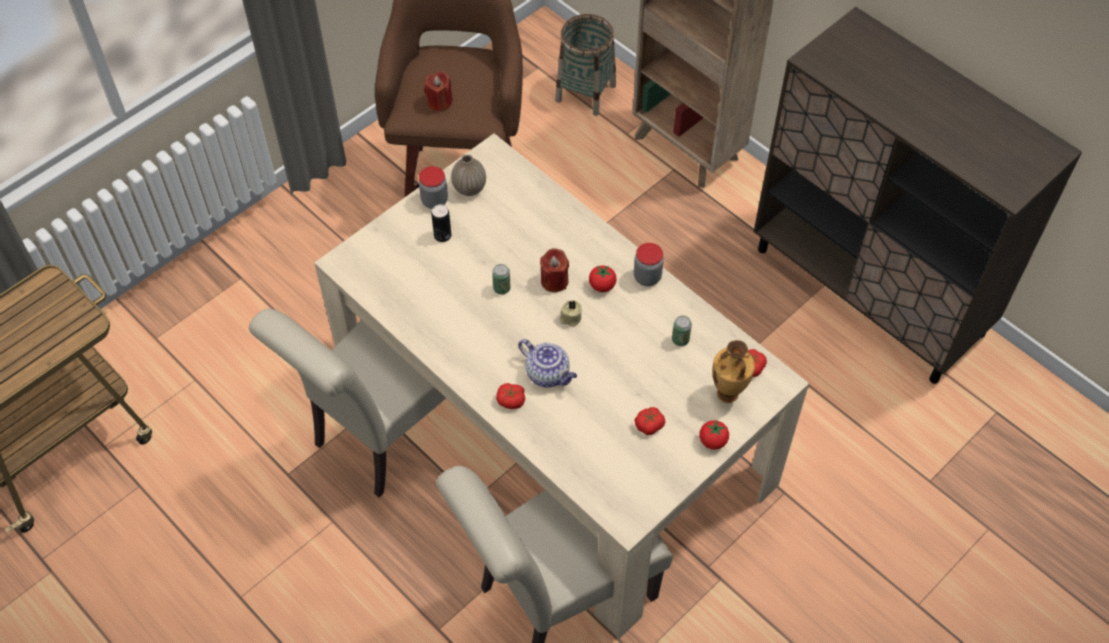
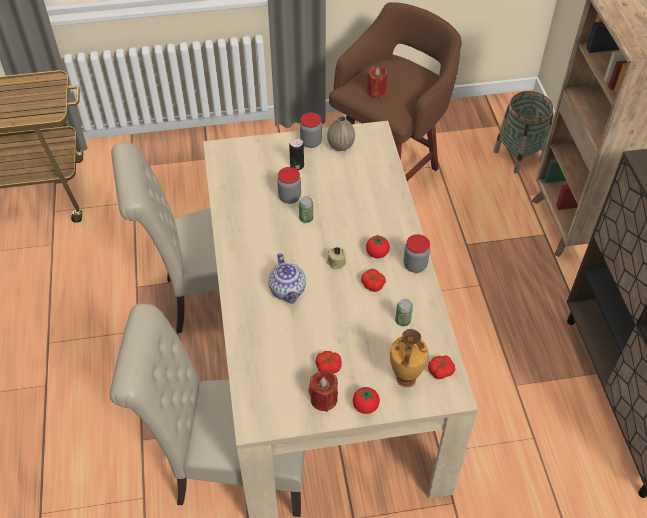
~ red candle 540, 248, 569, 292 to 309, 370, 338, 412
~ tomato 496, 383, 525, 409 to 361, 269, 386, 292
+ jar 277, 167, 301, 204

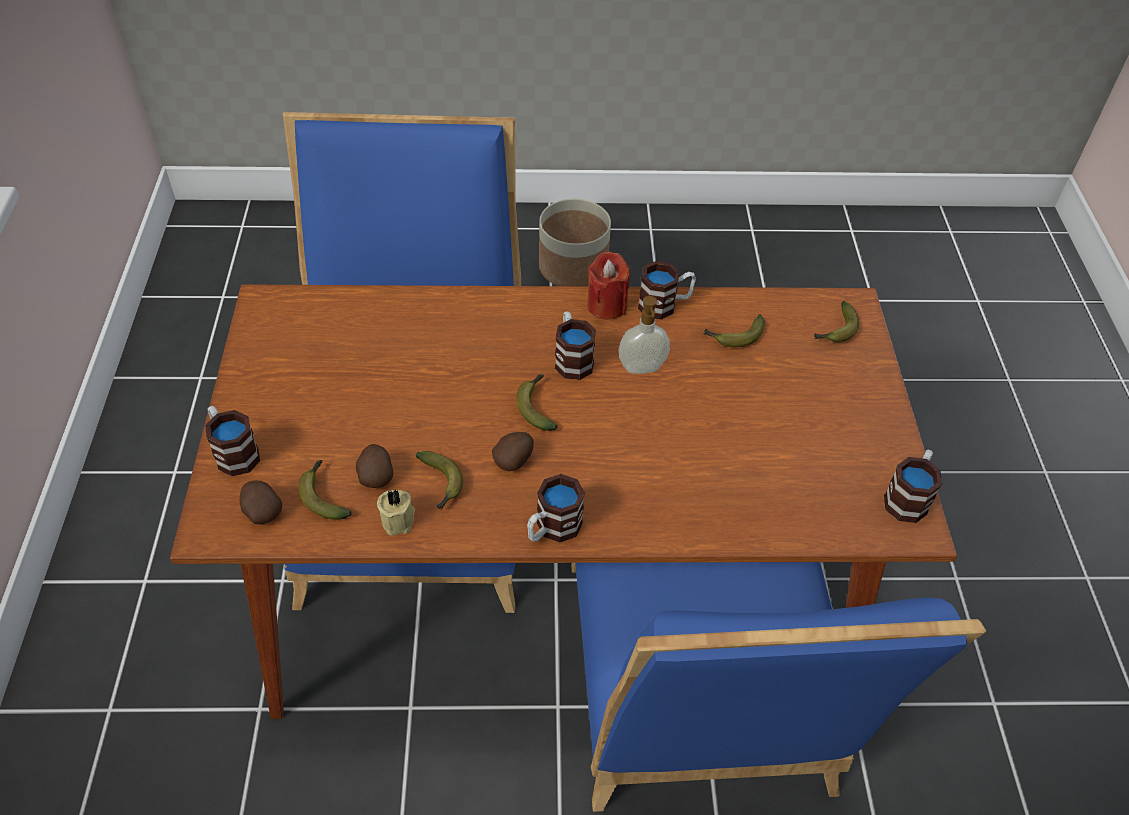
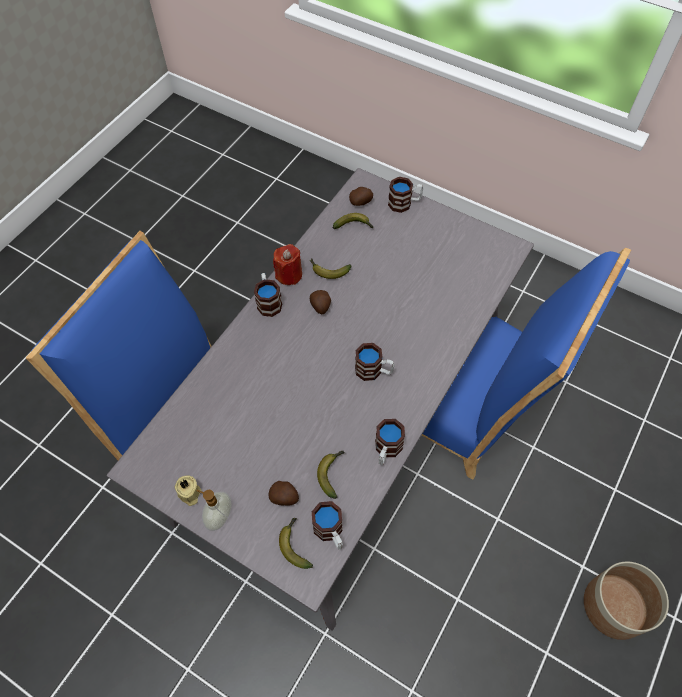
~ red candle 587, 251, 630, 320 to 273, 244, 302, 285
~ brown dining table 170, 284, 957, 719 to grey dining table 107, 168, 534, 631
~ soap dispenser 619, 296, 670, 374 to 196, 490, 232, 531
- banana 516, 375, 557, 431
~ potato 356, 444, 393, 488 to 269, 481, 299, 506
~ mug 884, 450, 942, 523 to 312, 501, 343, 549
~ beige candle 377, 489, 415, 536 to 175, 475, 201, 506

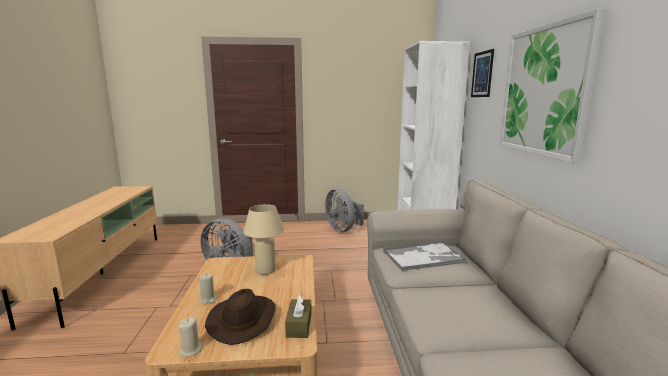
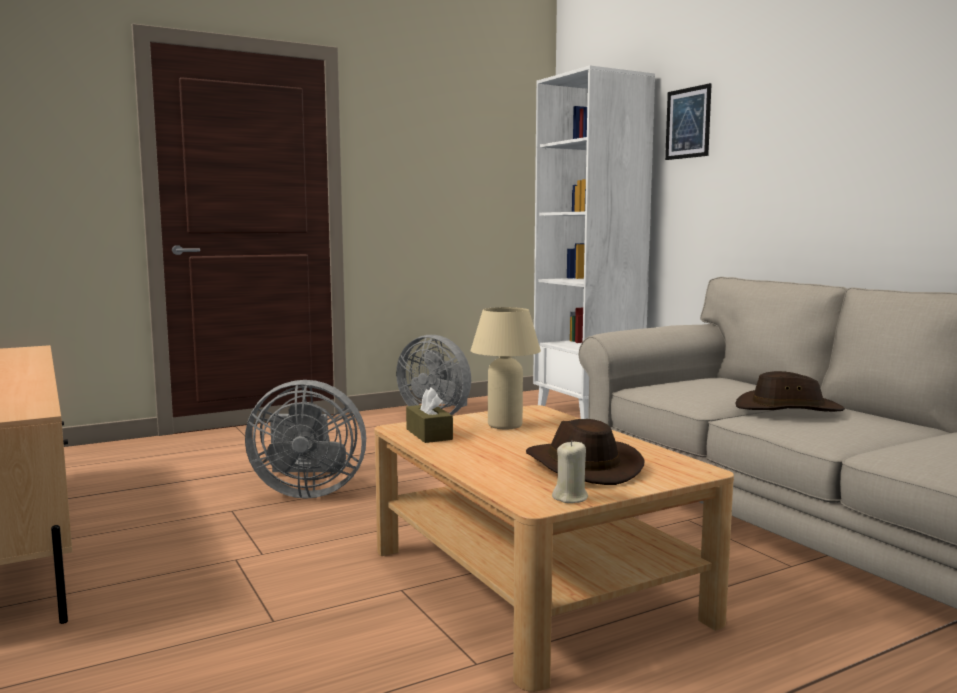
- picture 499, 8, 606, 163
- tray 383, 242, 467, 271
- beige candle 199, 273, 217, 304
~ brown tissue box 285, 294, 312, 338 to 406, 387, 453, 443
+ brown hat 735, 371, 845, 412

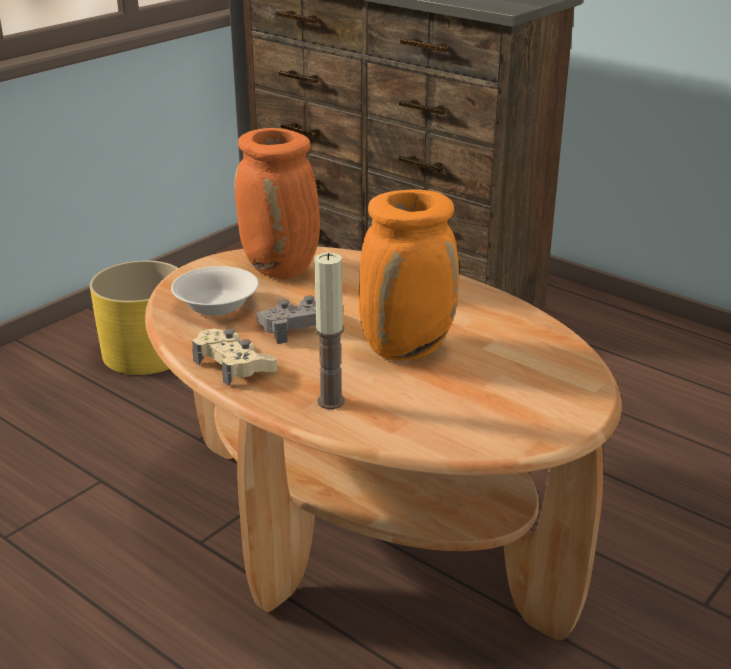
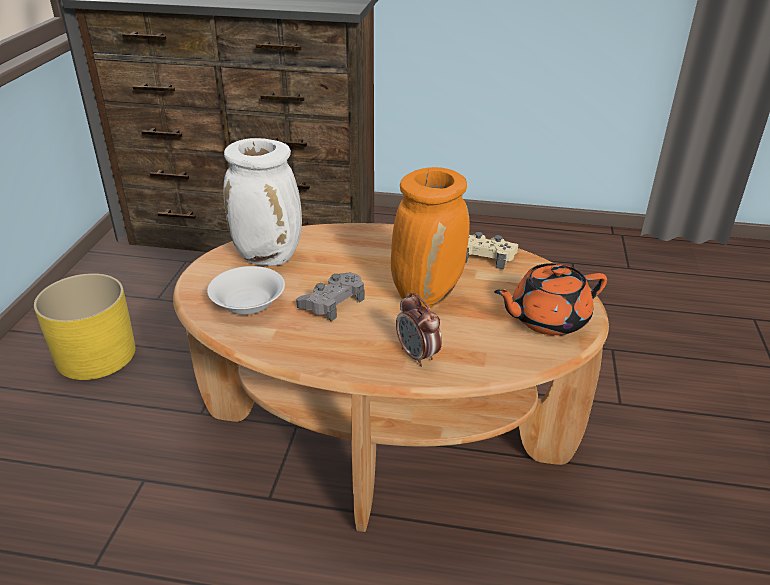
~ orange vase 234, 128, 320, 279 to white vase 223, 138, 302, 266
~ candle 314, 253, 345, 409 to alarm clock 396, 293, 442, 367
~ beige game controller 192, 328, 277, 386 to 465, 232, 518, 269
+ orange teapot 494, 263, 607, 336

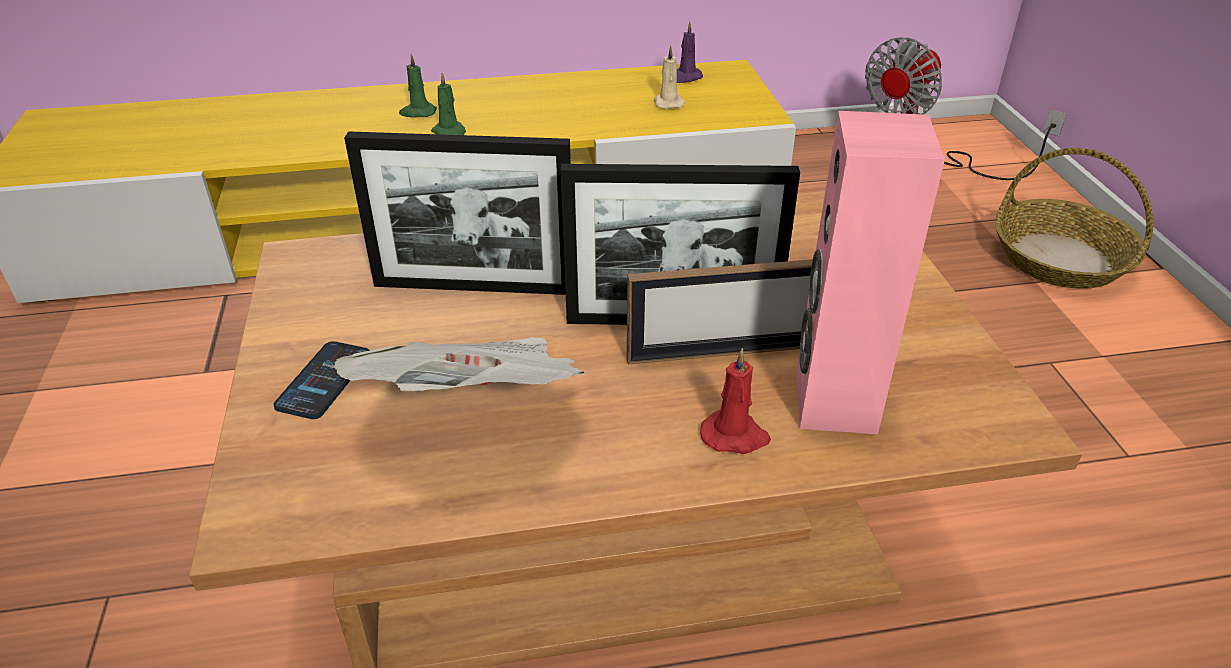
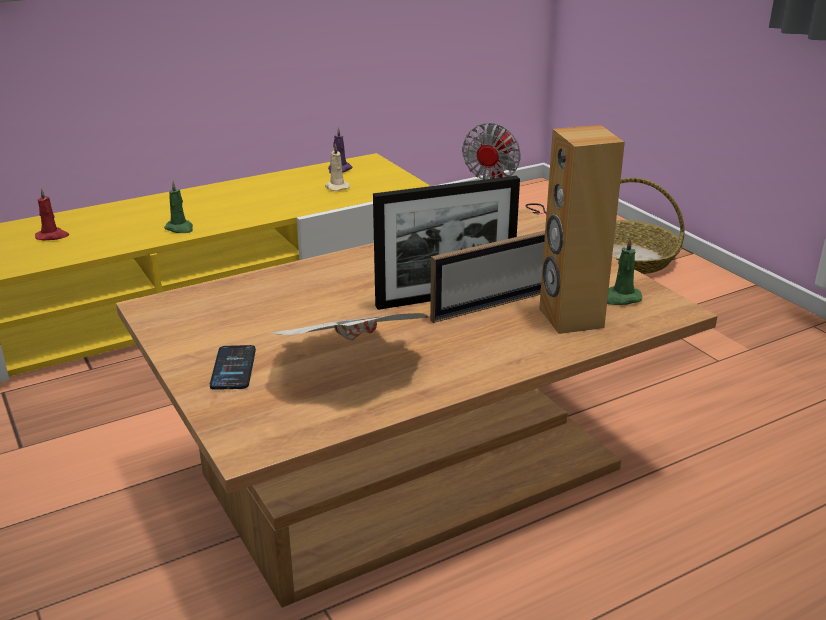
~ green candle 399, 54, 437, 118 to 607, 237, 642, 305
~ pink speaker 796, 111, 945, 434 to brown speaker 539, 125, 625, 334
- picture frame 344, 131, 571, 295
~ red candle 701, 348, 771, 454 to 35, 188, 69, 241

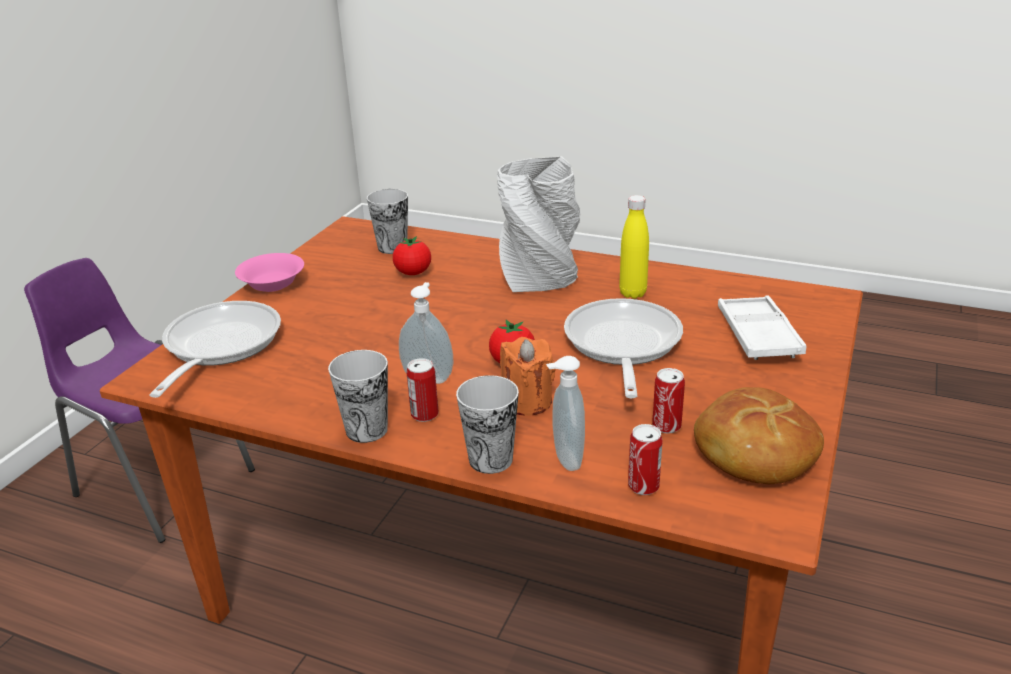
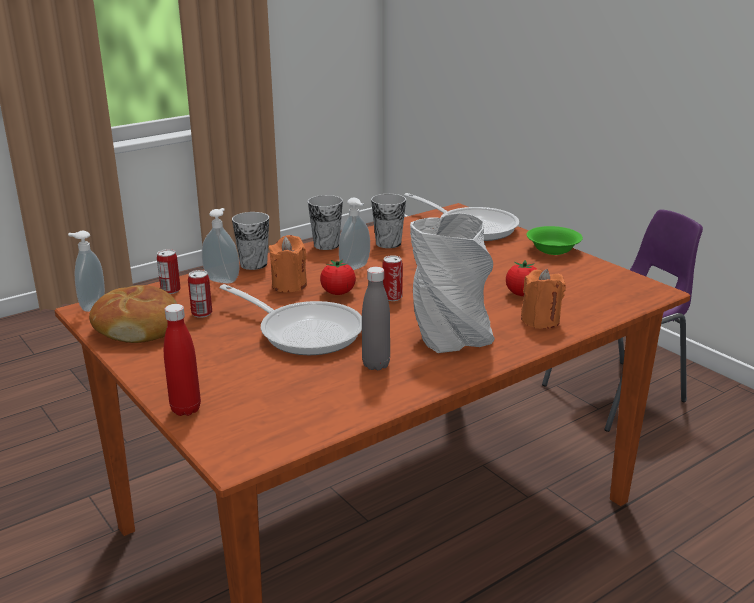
~ cup 367, 189, 408, 254 to 371, 194, 406, 248
~ yellow bottle 619, 195, 649, 299 to grey bottle 362, 267, 390, 370
~ pink bowl 235, 253, 304, 292 to green bowl 527, 226, 583, 255
- white tray 718, 295, 806, 360
~ can 406, 358, 439, 422 to 382, 256, 403, 301
+ soap dispenser 68, 231, 105, 312
+ orange candle 521, 269, 566, 329
+ red bottle 164, 304, 201, 416

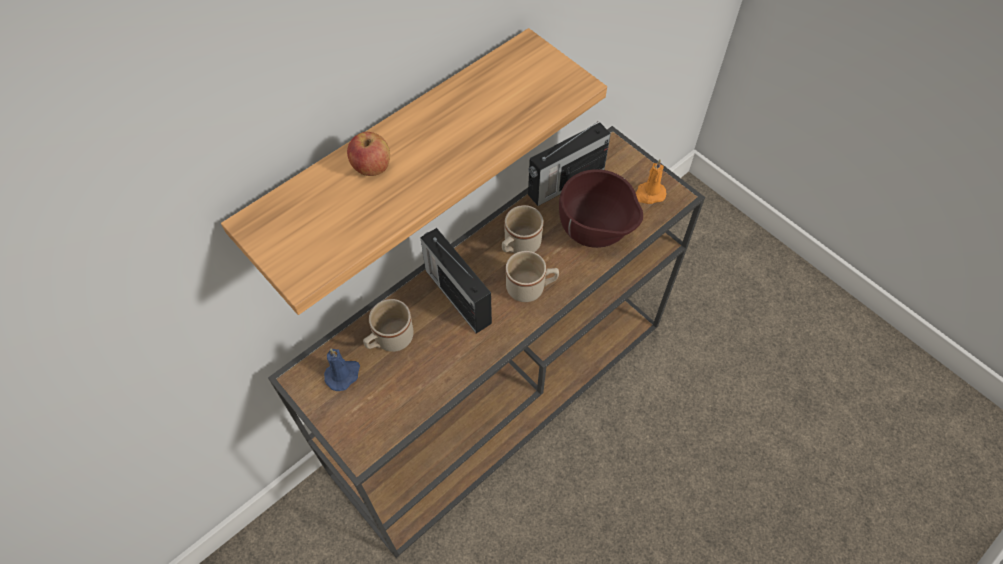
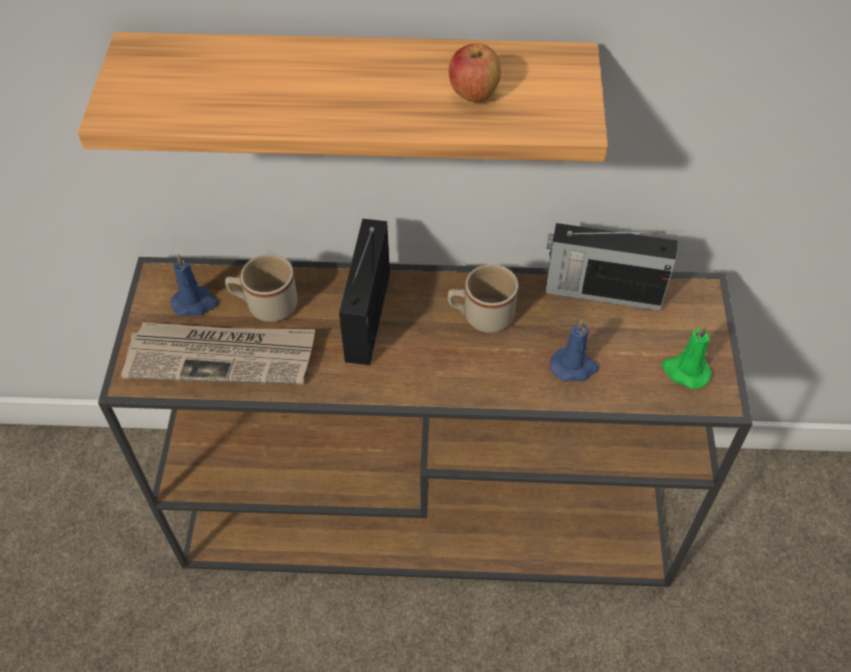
~ apple 347, 132, 390, 176 to 449, 44, 501, 102
~ orange candle 636, 159, 666, 204 to green candle 662, 325, 712, 389
~ brown bowl 559, 169, 643, 248 to blue candle 550, 320, 599, 381
- beige mug 506, 251, 559, 302
+ newspaper 121, 322, 315, 385

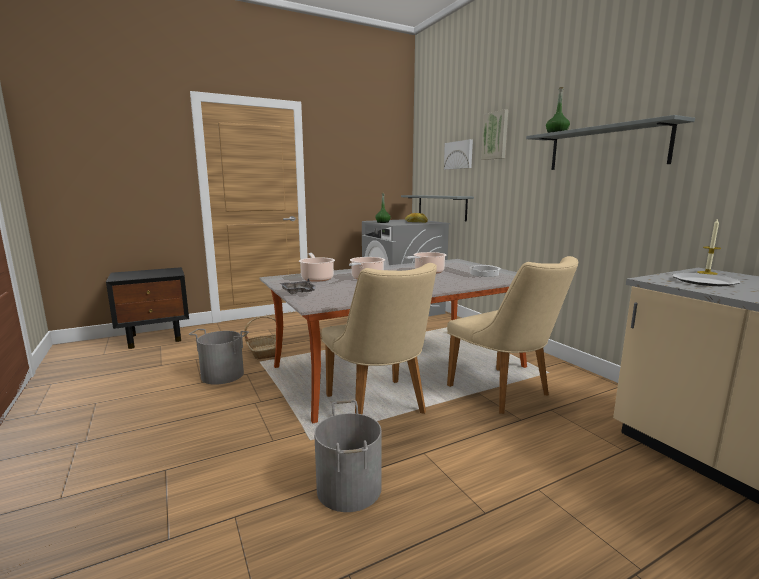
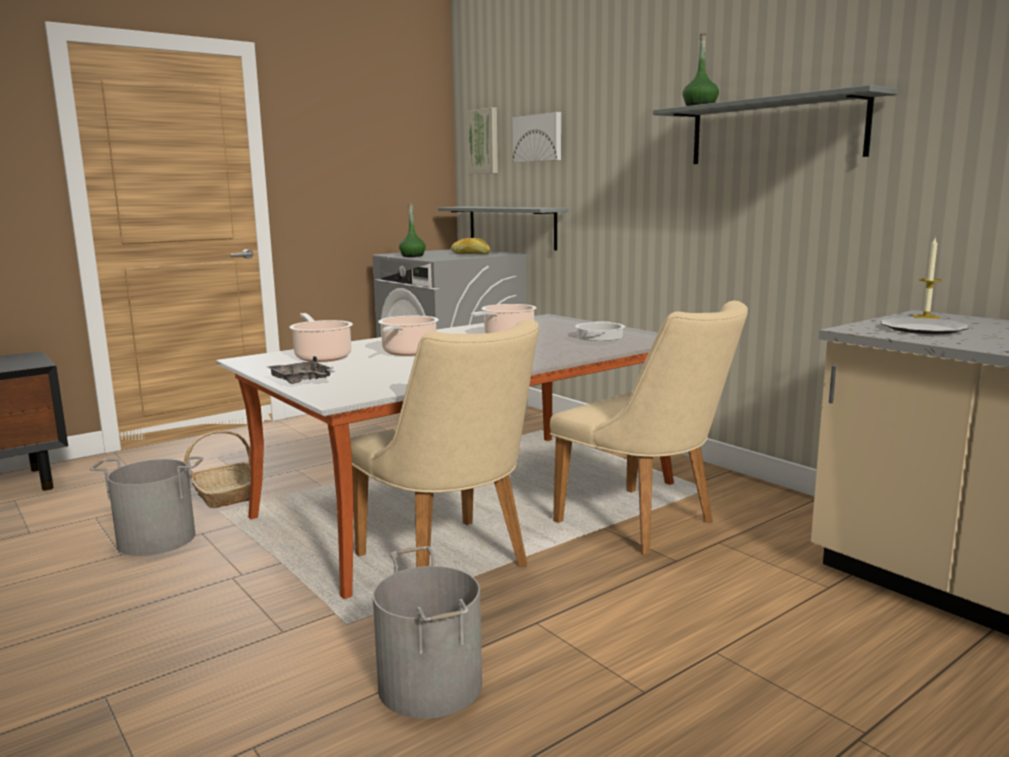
~ picture 481, 109, 508, 160 to 467, 107, 498, 174

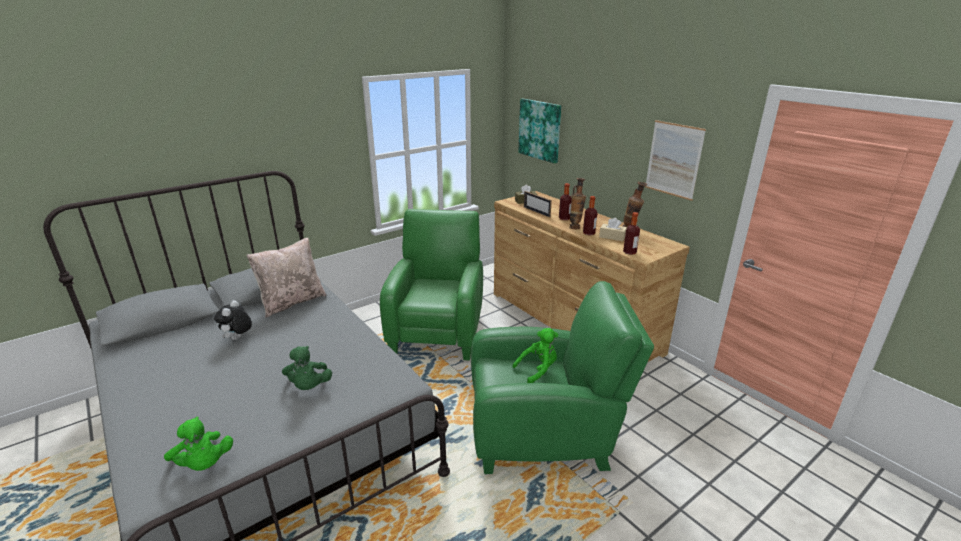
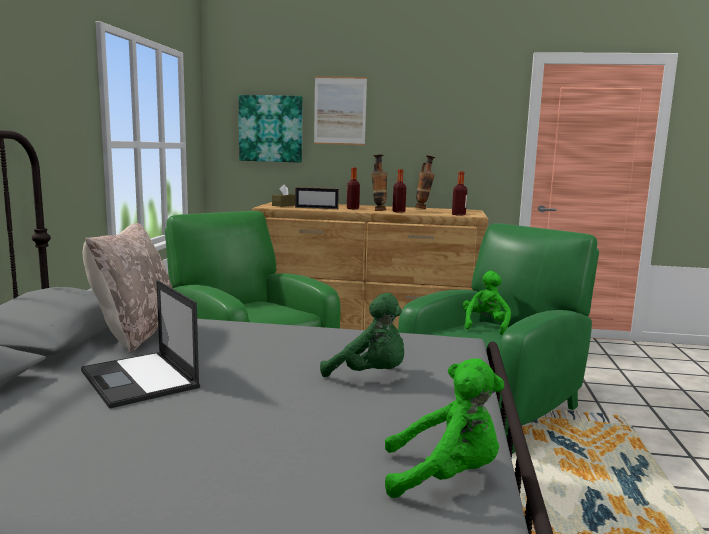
~ picture 645, 120, 706, 201 to 314, 77, 367, 145
- beige tissue box 599, 218, 627, 241
~ plush toy 214, 300, 252, 340 to laptop 81, 280, 200, 409

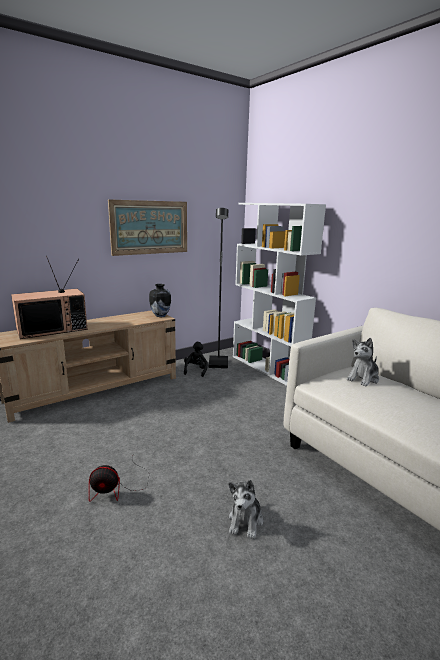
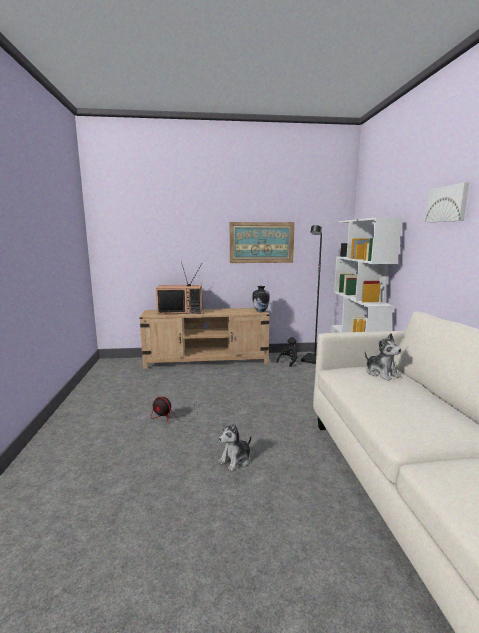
~ plush toy 347, 338, 379, 387 = 365, 333, 401, 381 105 degrees counterclockwise
+ picture 425, 182, 469, 223

